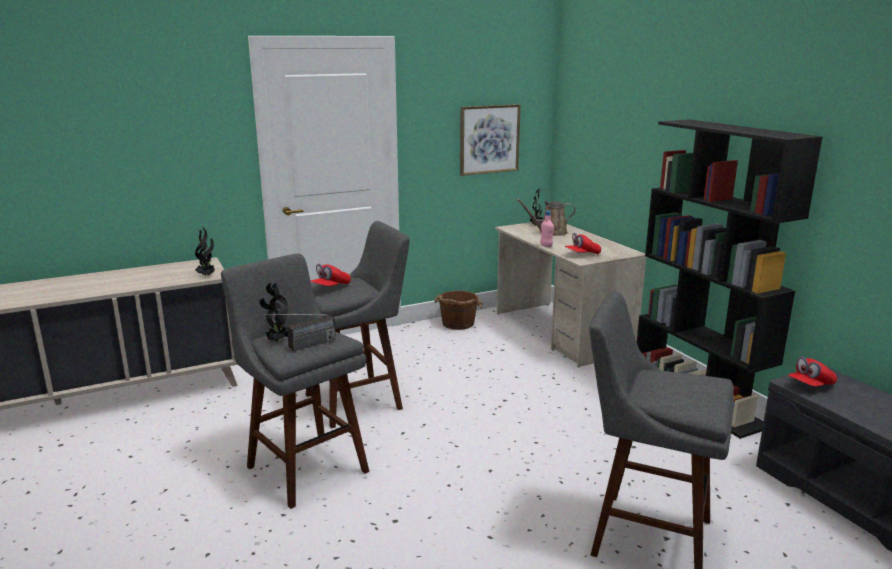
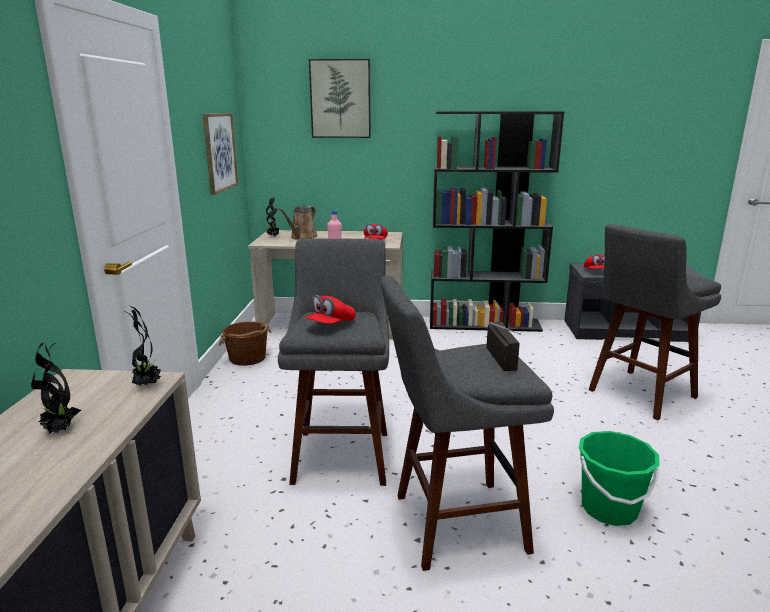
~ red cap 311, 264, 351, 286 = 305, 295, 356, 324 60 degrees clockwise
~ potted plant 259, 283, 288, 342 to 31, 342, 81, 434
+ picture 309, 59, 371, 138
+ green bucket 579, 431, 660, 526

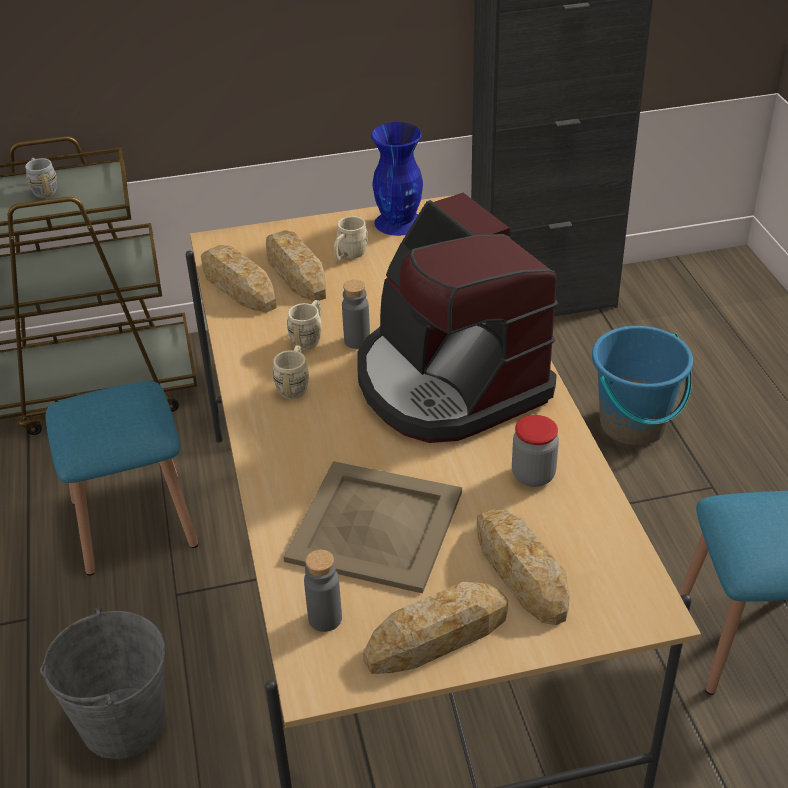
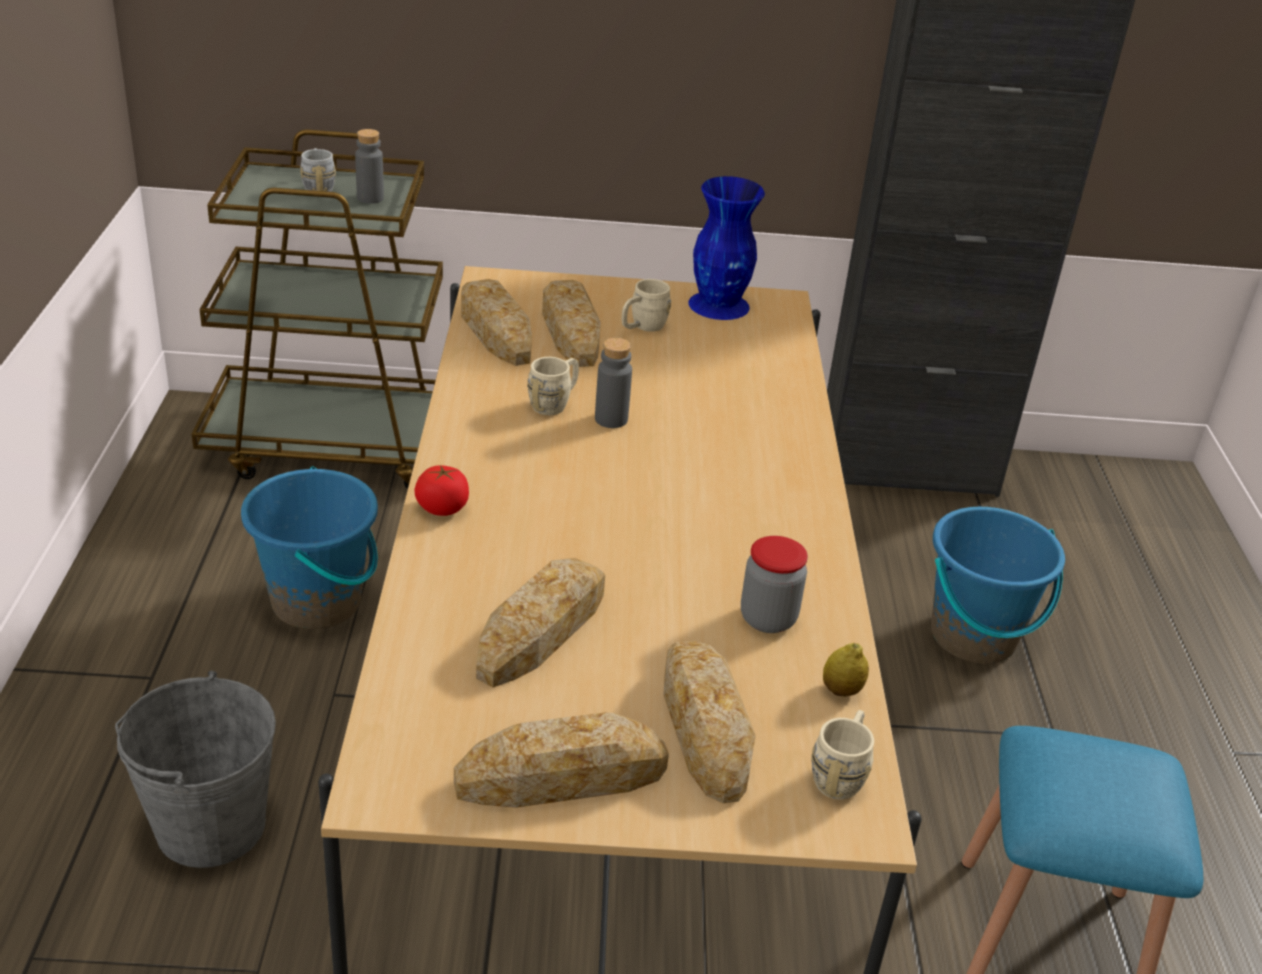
- coffee machine 357, 193, 558, 443
~ beige mug 273, 345, 309, 399 to 811, 710, 874, 800
~ blue stool 46, 381, 198, 576 to blue bucket 241, 466, 378, 629
~ beige tray 284, 461, 462, 593 to bread 476, 558, 605, 687
~ grey bottle 304, 550, 342, 632 to 355, 129, 384, 204
+ tomato 414, 465, 469, 516
+ lemon 823, 643, 869, 697

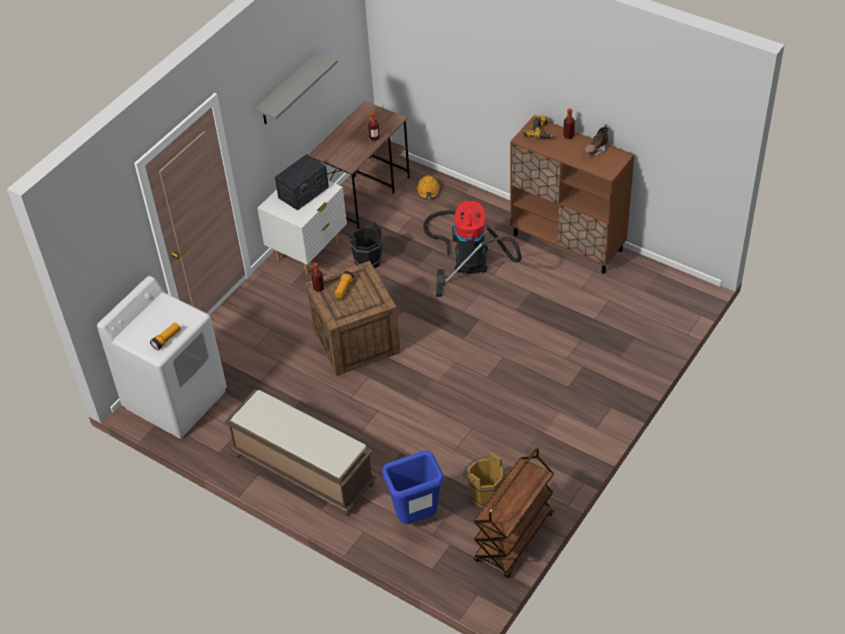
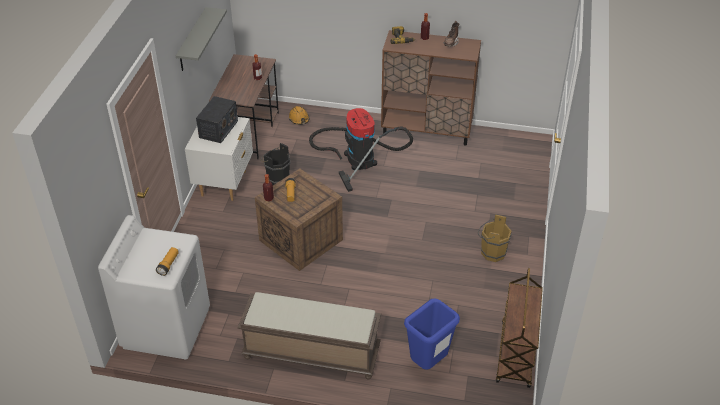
~ brown bucket 464, 452, 504, 508 to 478, 215, 512, 262

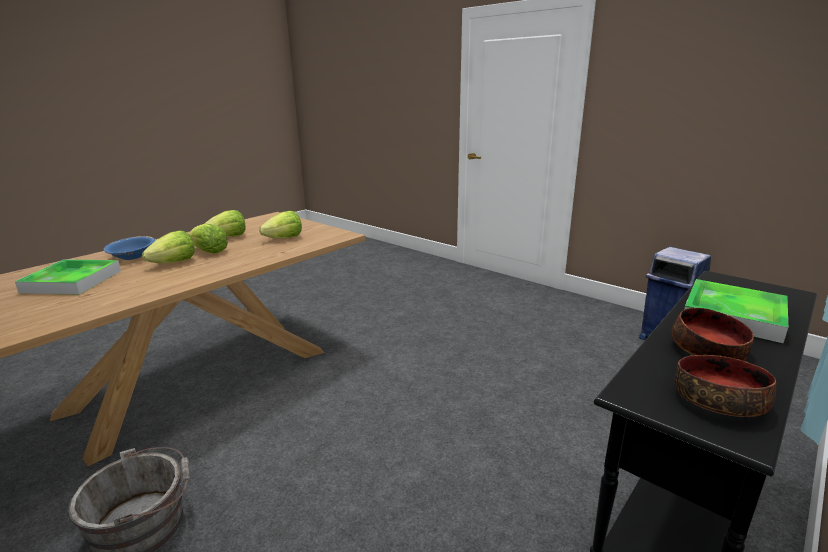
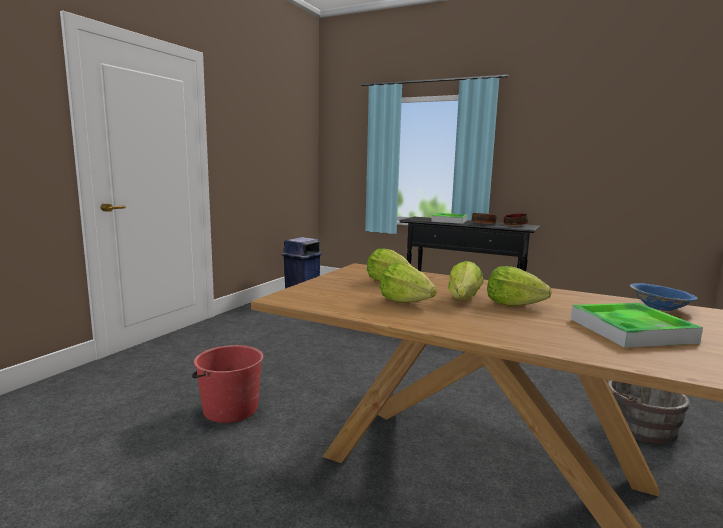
~ blue bowl 104, 236, 155, 260 to 630, 283, 698, 311
+ red bucket 192, 345, 263, 423

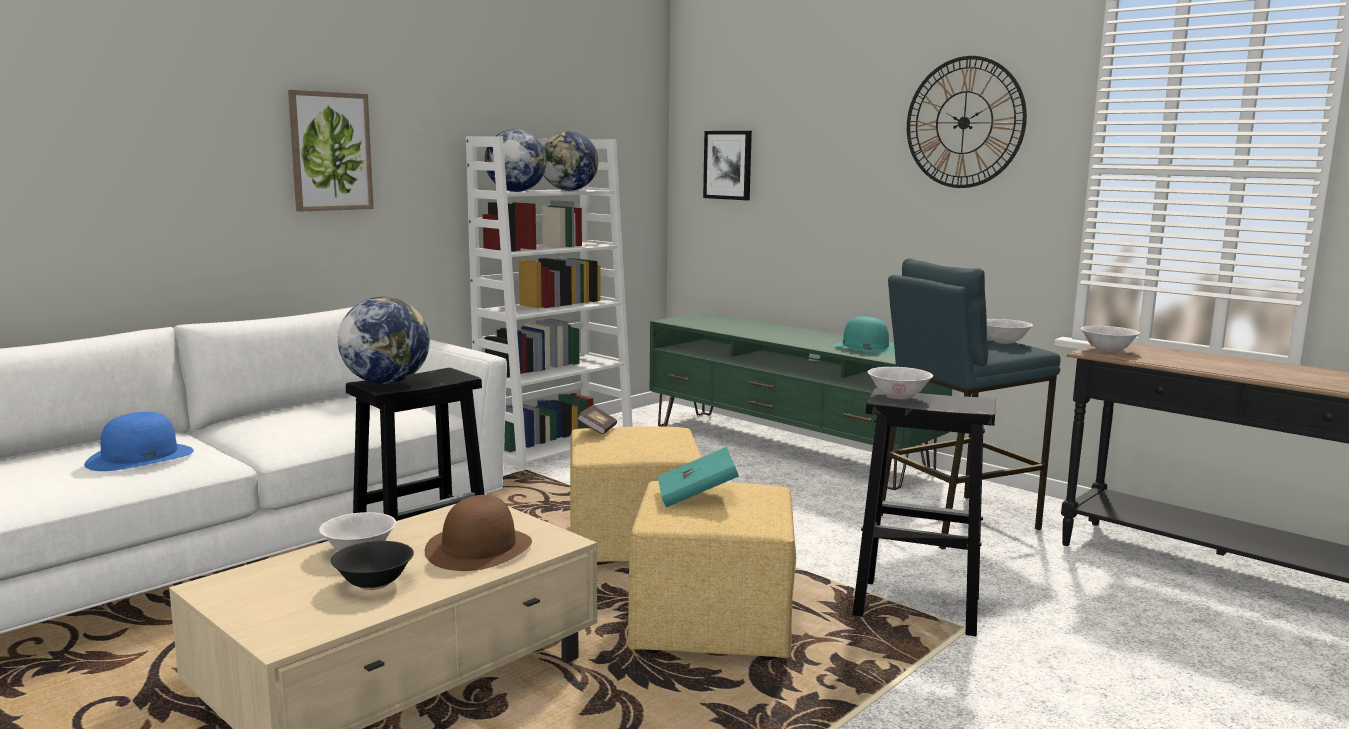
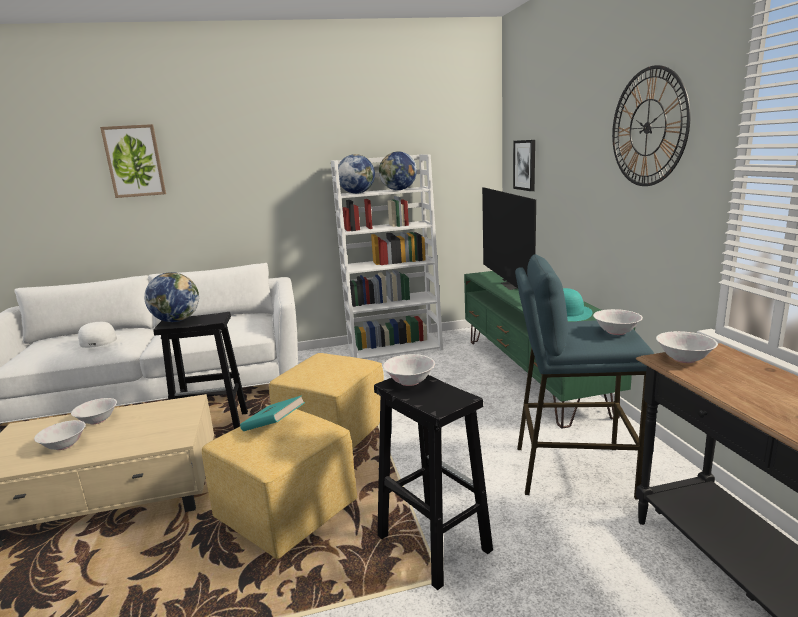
~ picture 288, 90, 374, 212 to 100, 124, 166, 198
- book 577, 405, 617, 435
~ blue hat 84, 412, 194, 471 to white hat 72, 322, 125, 351
- brown hat 425, 495, 532, 571
~ black bowl 331, 541, 414, 590 to white bowl 34, 420, 86, 450
+ television 482, 187, 536, 290

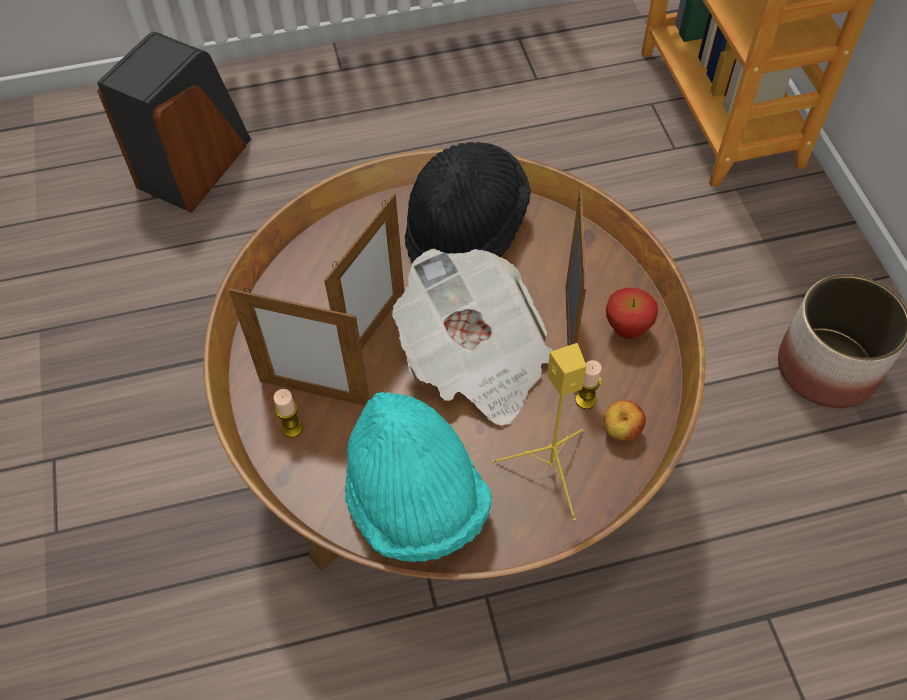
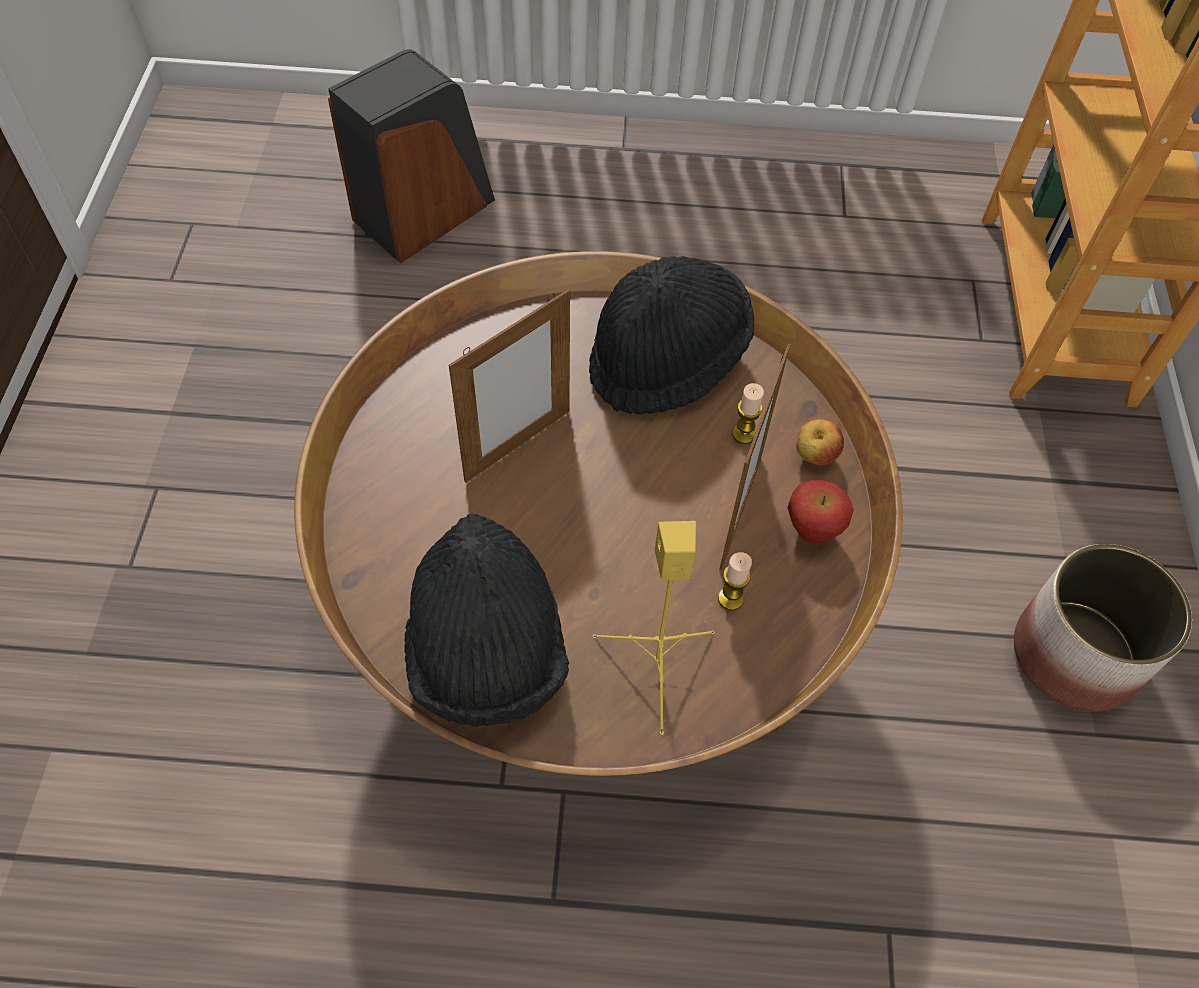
- newspaper 392, 249, 553, 426
- picture frame 229, 288, 370, 406
~ candle 274, 389, 303, 438 to 732, 383, 764, 444
~ turquoise hat 345, 392, 492, 562 to black hat 404, 513, 569, 727
~ apple 604, 400, 646, 441 to 796, 419, 844, 465

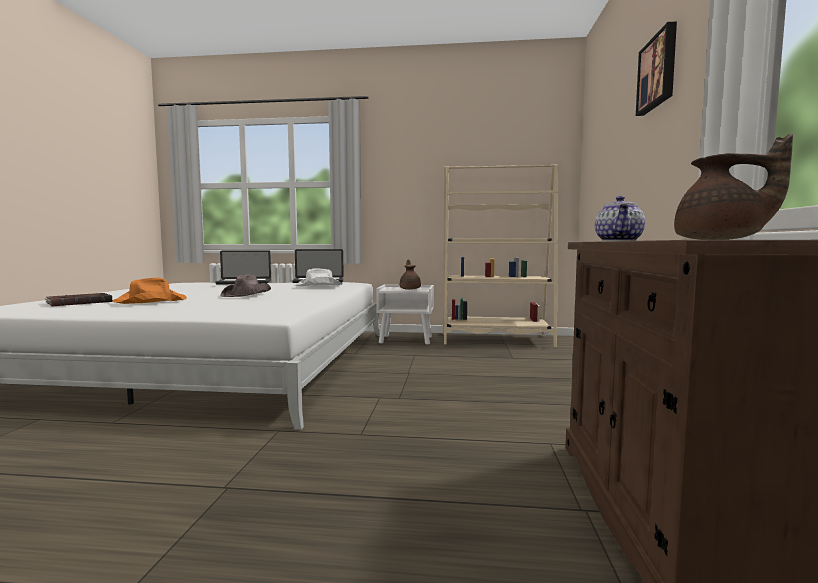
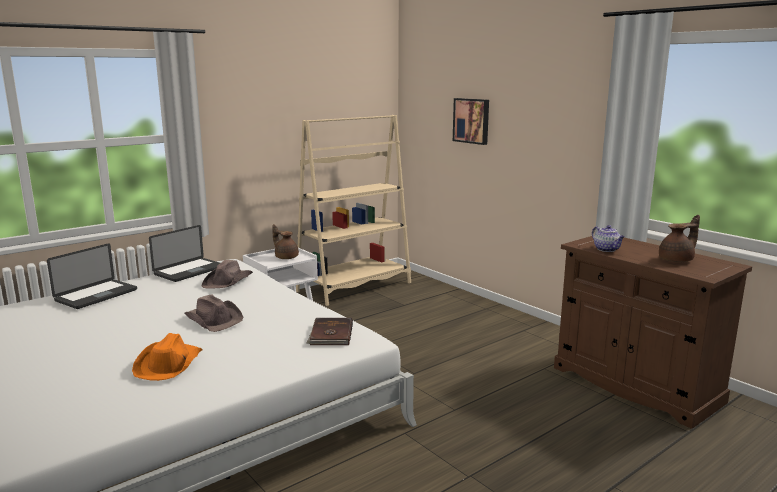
~ picture 636, 21, 677, 116 to 453, 98, 489, 145
~ white hat 295, 268, 344, 286 to brown hat 201, 260, 253, 289
~ brown book 45, 293, 112, 306 to 306, 318, 353, 345

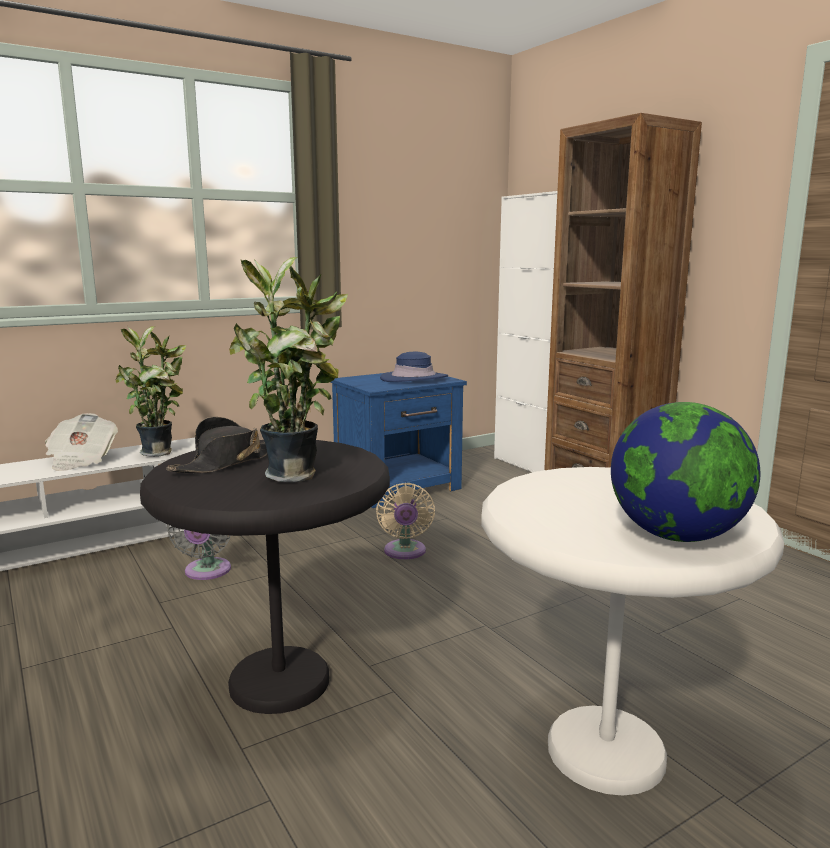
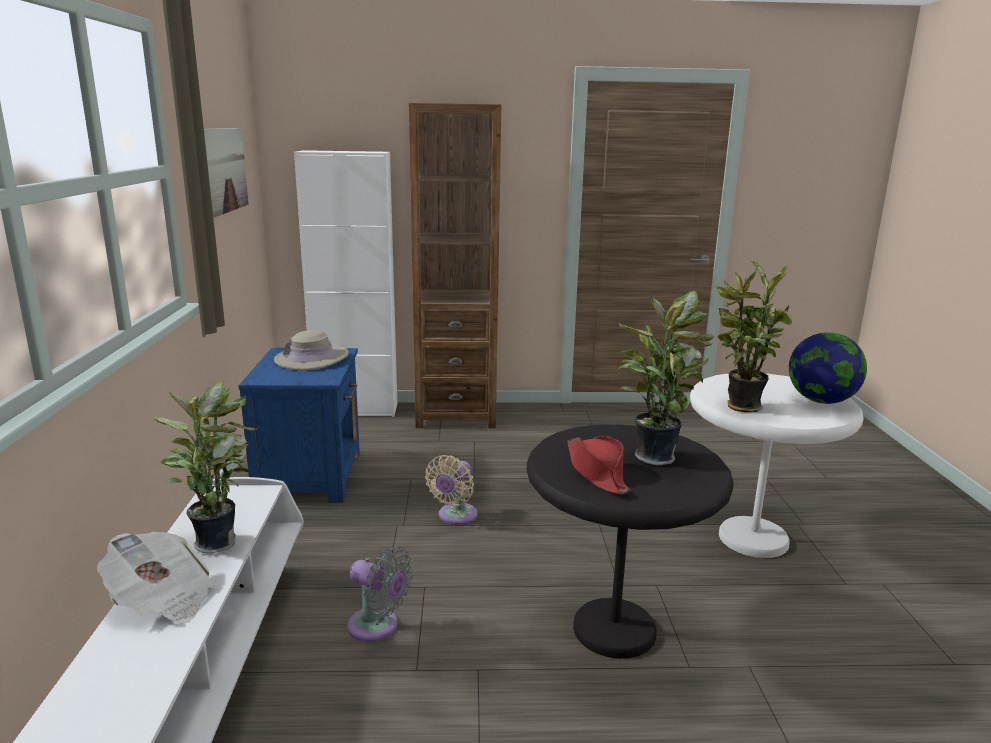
~ blue hat 380, 352, 448, 382 to beige hat 274, 330, 349, 371
~ black hat 166, 417, 267, 473 to red hat 567, 435, 630, 494
~ beige fan 376, 483, 435, 559 = 425, 455, 478, 525 90 degrees clockwise
+ picture 204, 128, 249, 218
+ potted plant 716, 261, 792, 412

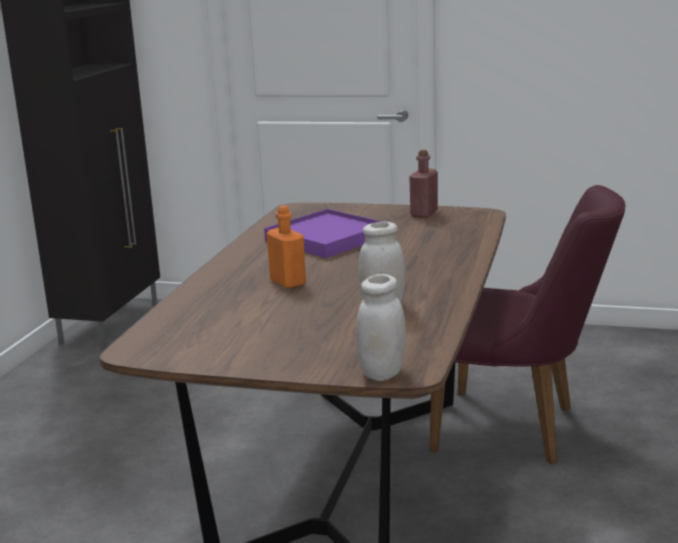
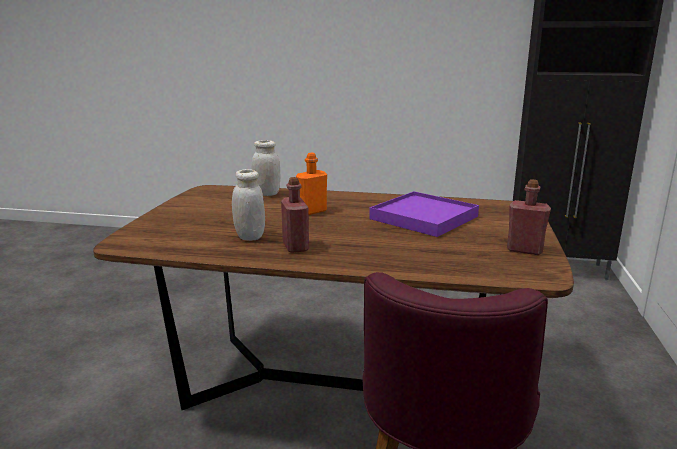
~ white jar 356, 274, 406, 381 to 252, 140, 280, 196
+ red bottle 281, 177, 309, 253

